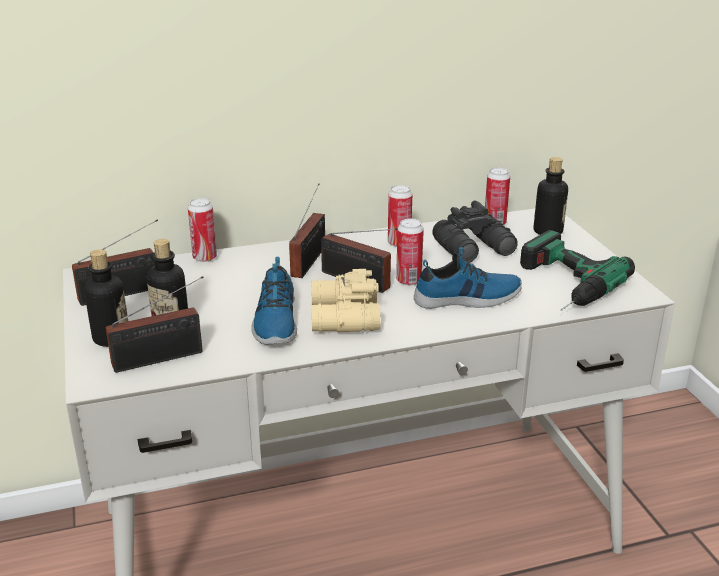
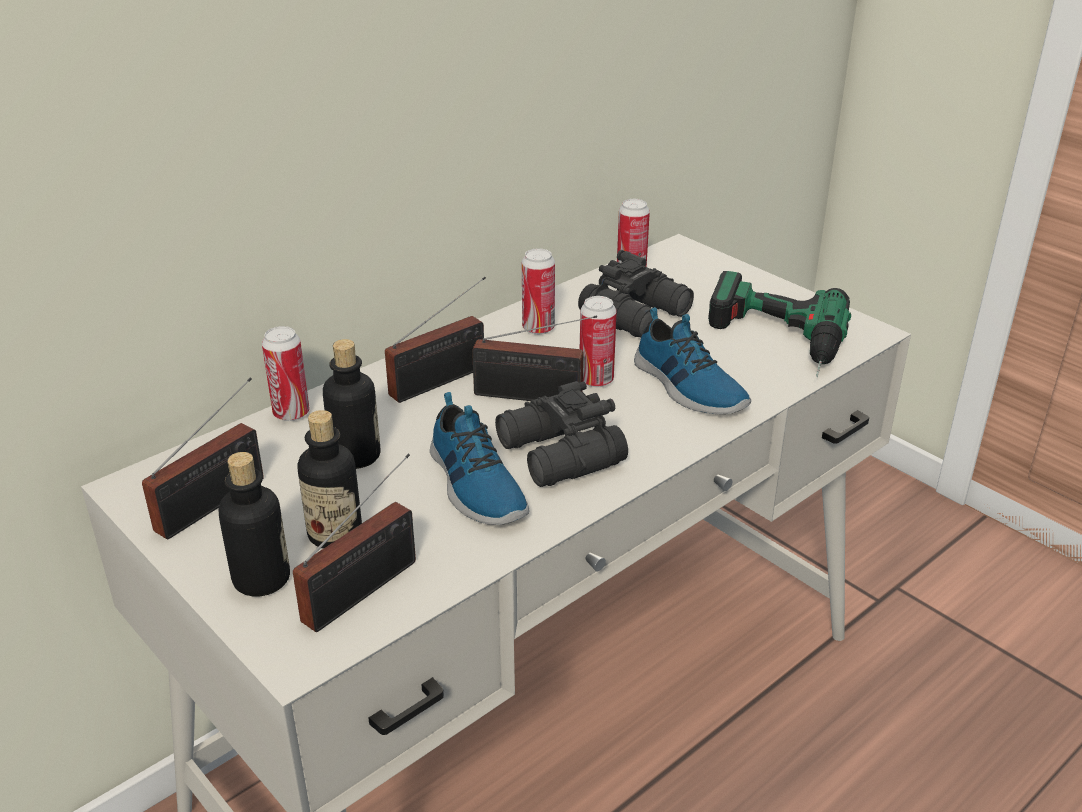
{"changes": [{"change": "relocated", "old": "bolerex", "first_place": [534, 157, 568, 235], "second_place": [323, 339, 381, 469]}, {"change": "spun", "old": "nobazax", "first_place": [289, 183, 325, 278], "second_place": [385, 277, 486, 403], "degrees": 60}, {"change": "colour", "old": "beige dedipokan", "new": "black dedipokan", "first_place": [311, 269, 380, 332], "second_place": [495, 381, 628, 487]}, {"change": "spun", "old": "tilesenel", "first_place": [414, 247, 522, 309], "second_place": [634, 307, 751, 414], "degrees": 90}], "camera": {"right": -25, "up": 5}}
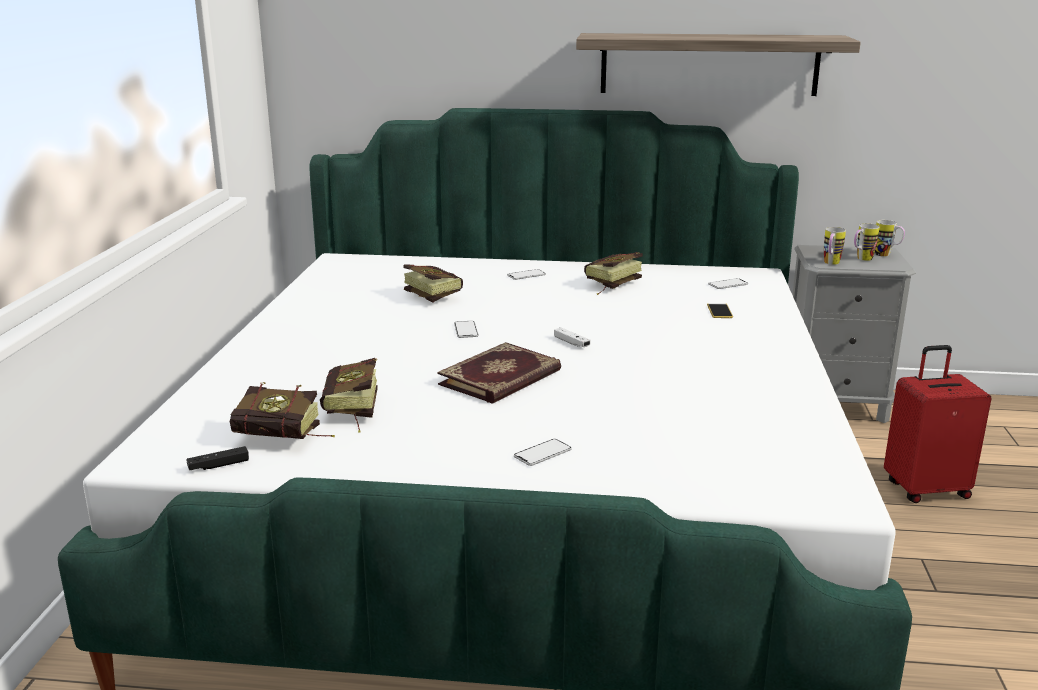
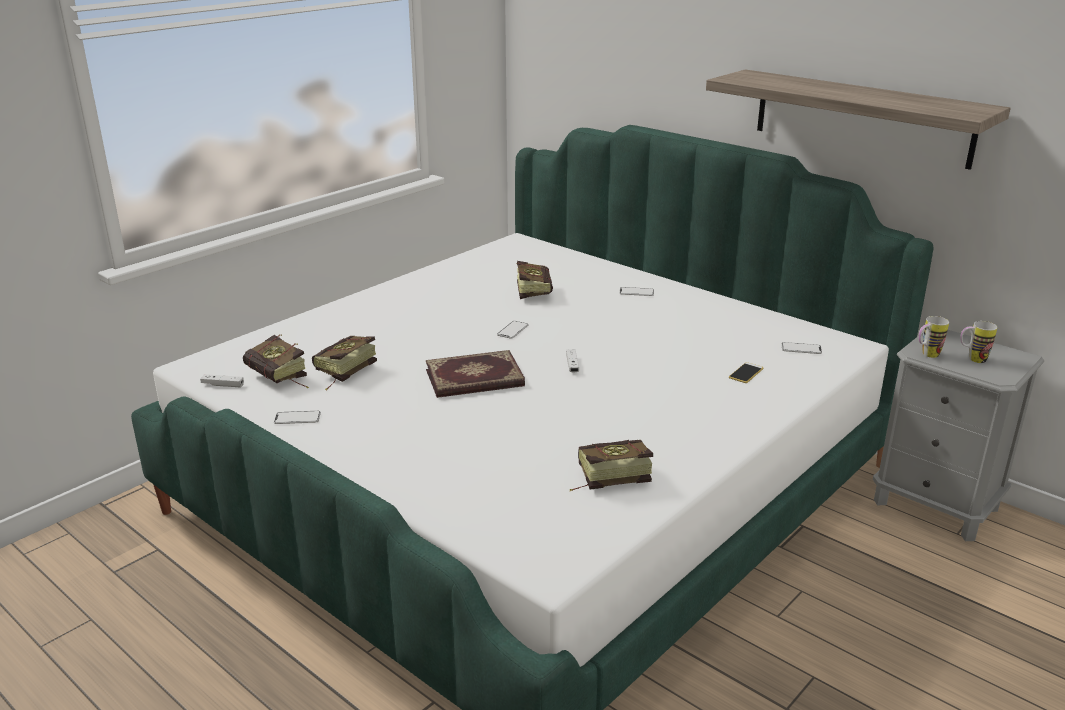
{"changes": [{"change": "colour", "old": "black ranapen", "new": "white ranapen", "first_place": [187, 446, 249, 470], "second_place": [200, 374, 244, 387]}, {"change": "relocated", "old": "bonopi", "first_place": [514, 439, 572, 466], "second_place": [274, 411, 321, 424]}, {"change": "relocated", "old": "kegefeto", "first_place": [584, 252, 643, 295], "second_place": [570, 440, 653, 491]}, {"change": "missing", "old": "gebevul", "first_place": [875, 220, 905, 257]}, {"change": "missing", "old": "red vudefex", "first_place": [884, 345, 992, 503]}], "camera": {"right": 35, "up": 5}}
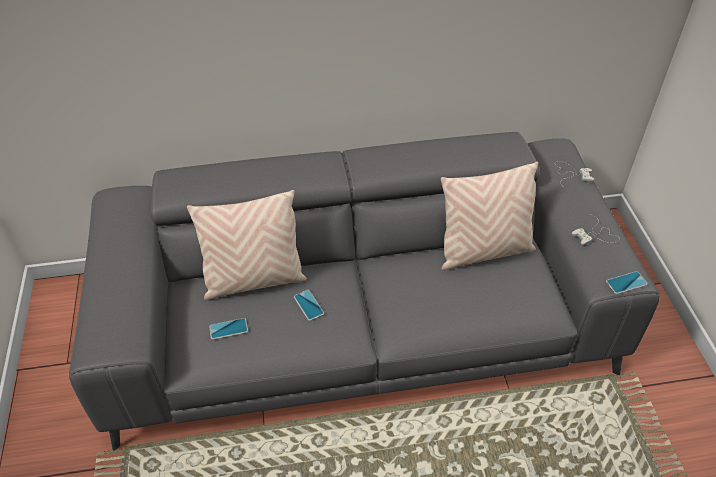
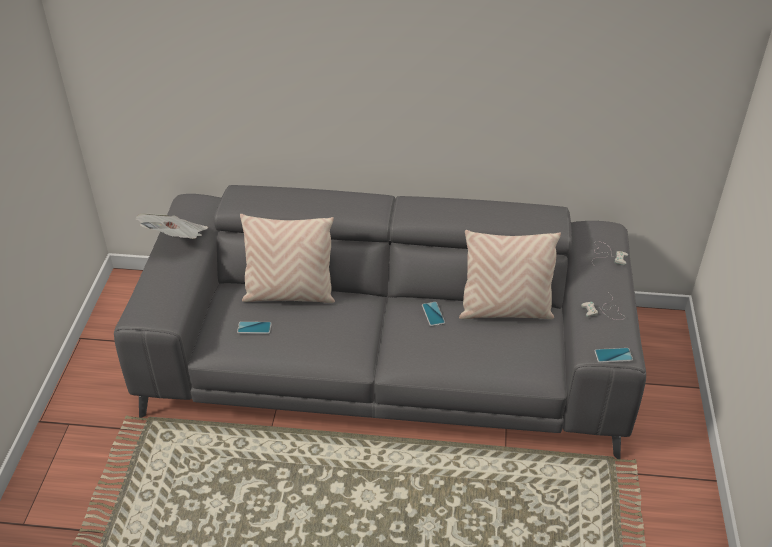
{"changes": [{"change": "appeared", "new": "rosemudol", "second_place": [136, 213, 208, 239]}, {"change": "relocated", "old": "bonopi", "first_place": [294, 290, 324, 321], "second_place": [422, 302, 445, 326]}], "camera": {"right": 15, "up": -5}}
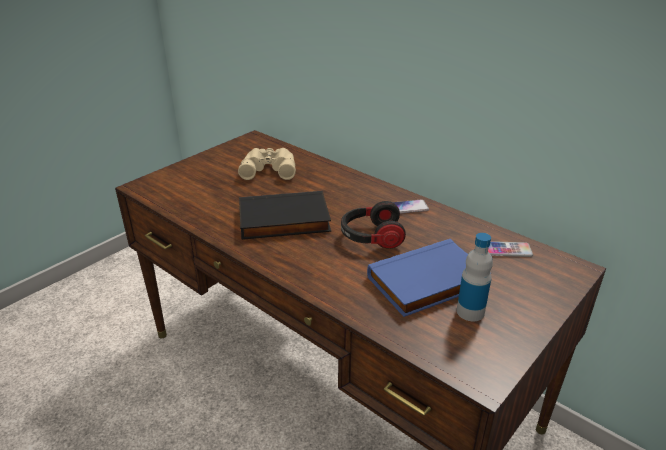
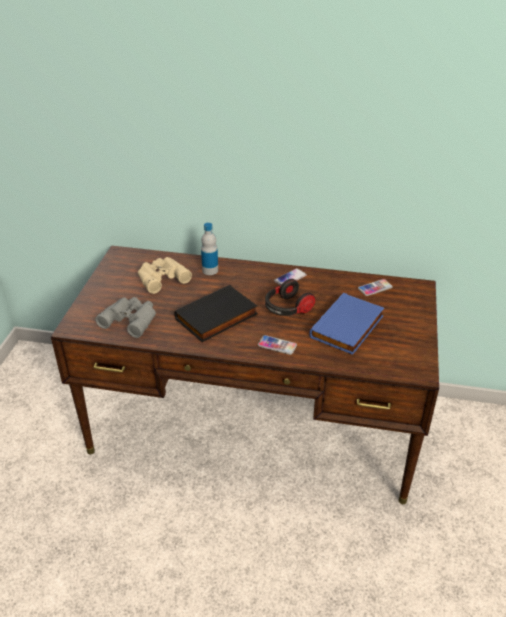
{"changes": [{"change": "appeared", "new": "grey dedipokan", "second_place": [95, 297, 156, 338]}, {"change": "relocated", "old": "bolerex", "first_place": [457, 233, 493, 321], "second_place": [201, 223, 218, 275]}, {"change": "appeared", "new": "bonopi", "second_place": [258, 335, 297, 355]}], "camera": {"right": -30, "up": 5}}
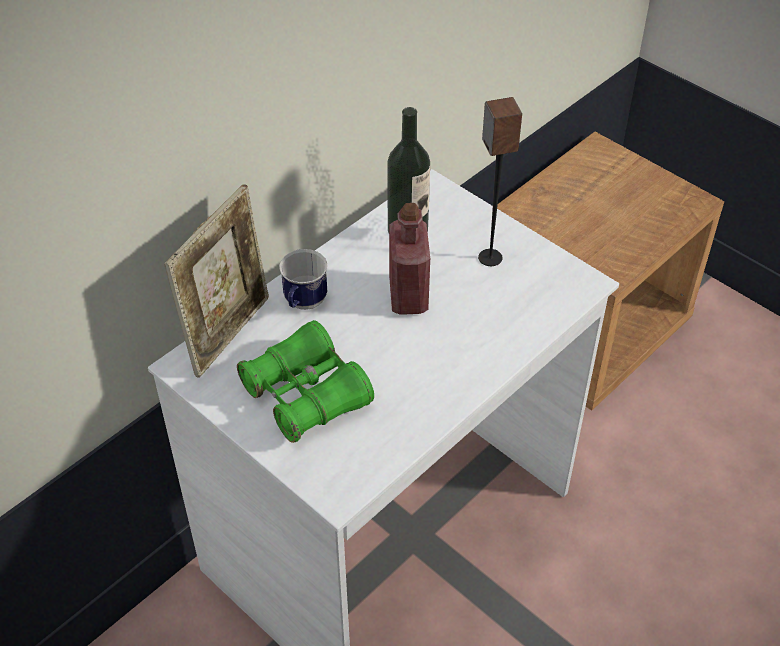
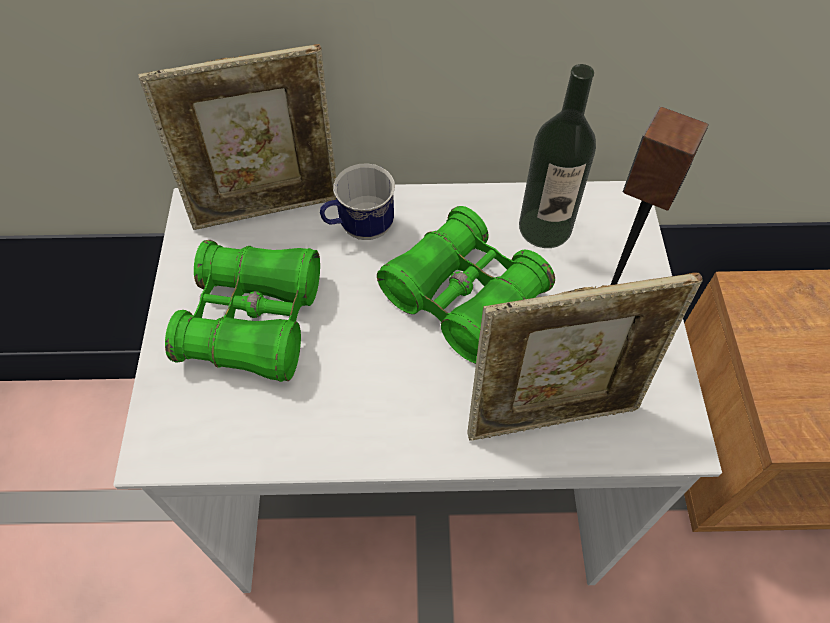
{"changes": [{"change": "exchanged", "old": "red bolerex", "new": "green dedipokan", "first_place": [389, 203, 430, 315], "second_place": [377, 206, 555, 364]}, {"change": "appeared", "new": "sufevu", "second_place": [467, 273, 703, 440]}], "camera": {"right": 45, "up": 10}}
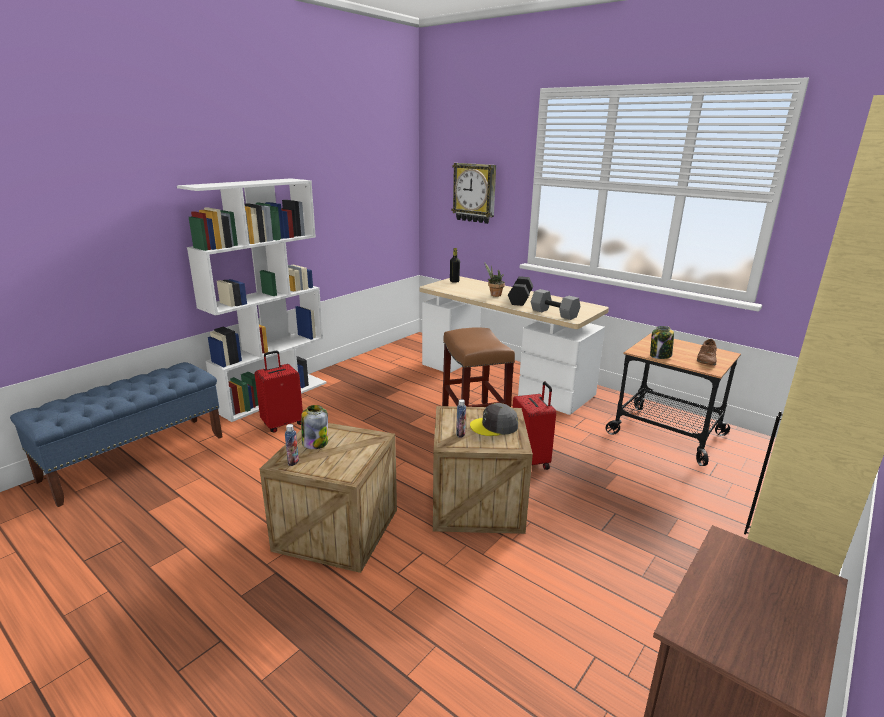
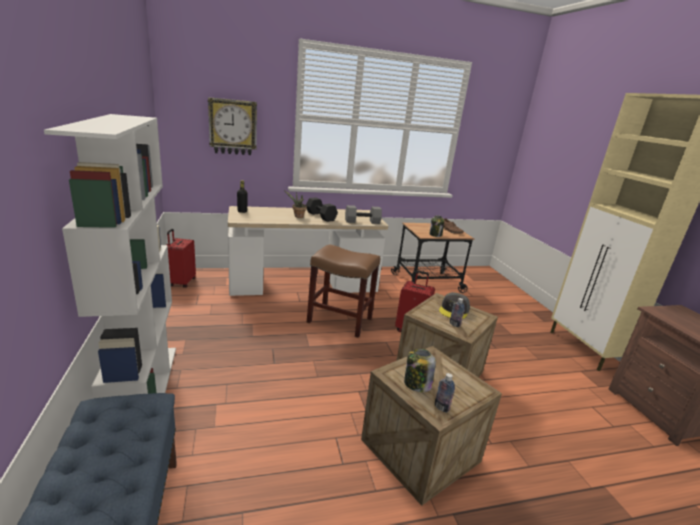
{"changes": [{"change": "relocated", "old": "red vudefex", "first_place": [254, 351, 303, 433], "second_place": [167, 229, 196, 288]}], "camera": {"right": -55, "up": 0}}
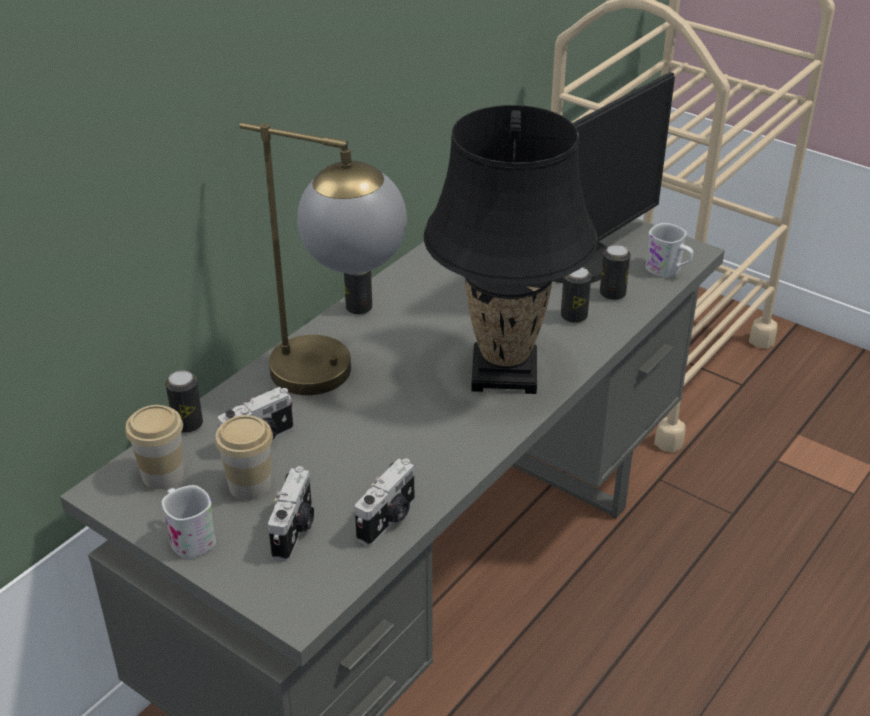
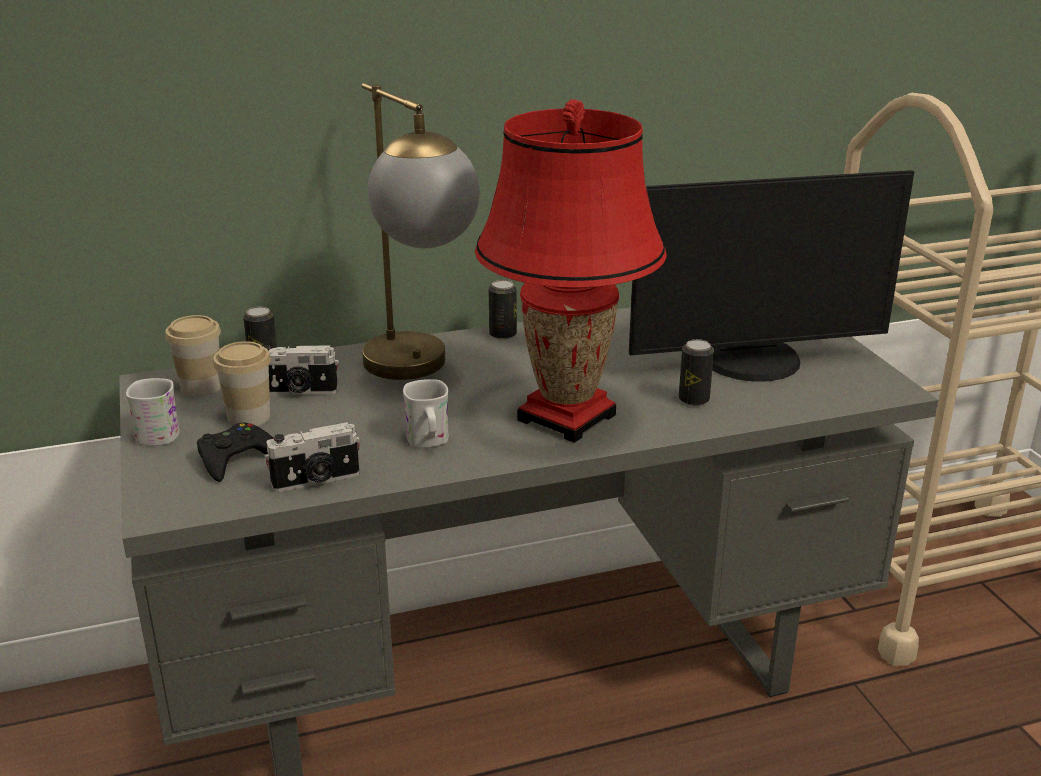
{"changes": [{"change": "exchanged", "old": "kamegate", "new": "black ranapen", "first_place": [268, 466, 314, 562], "second_place": [197, 422, 274, 482]}, {"change": "relocated", "old": "white gebevul", "first_place": [645, 223, 694, 278], "second_place": [403, 379, 449, 448]}, {"change": "colour", "old": "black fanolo", "new": "red fanolo", "first_place": [424, 105, 598, 394], "second_place": [475, 99, 667, 443]}, {"change": "missing", "old": "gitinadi", "first_place": [600, 244, 631, 300]}], "camera": {"right": 35, "up": -10}}
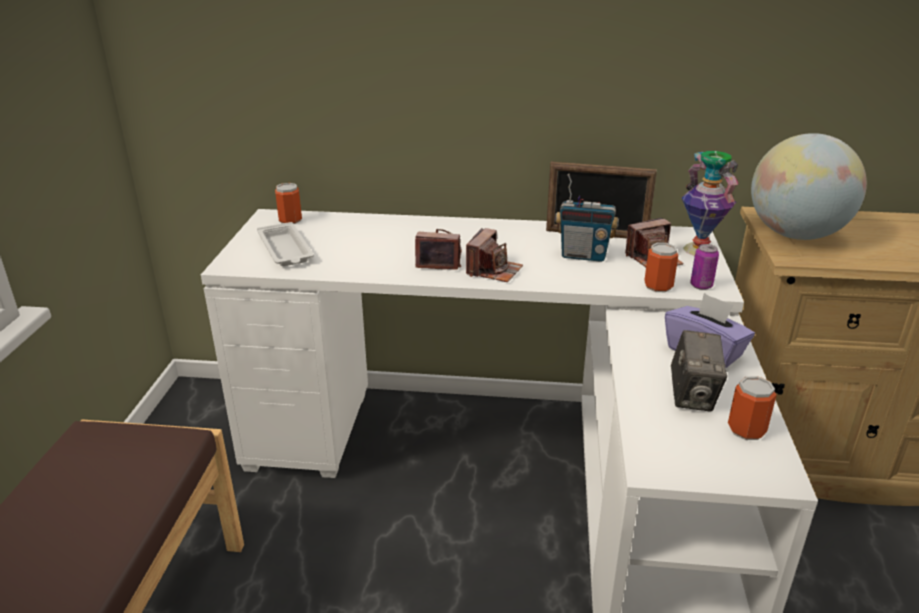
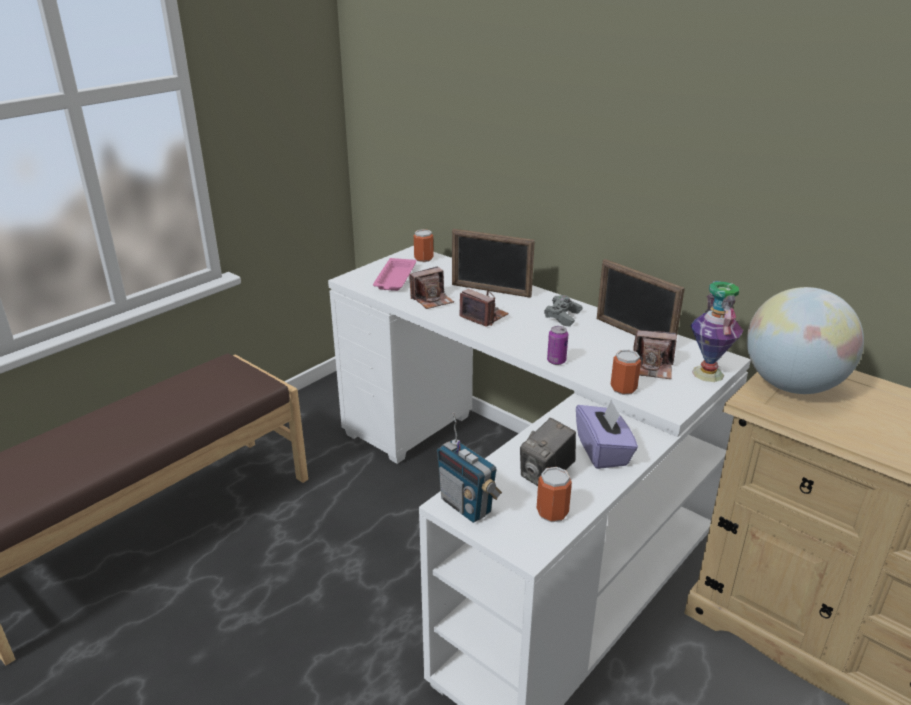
{"changes": [{"change": "colour", "old": "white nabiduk", "new": "pink nabiduk", "first_place": [257, 222, 314, 266], "second_place": [373, 258, 416, 291]}, {"change": "relocated", "old": "kamegate", "first_place": [466, 228, 523, 282], "second_place": [409, 266, 454, 309]}, {"change": "relocated", "old": "nobazax", "first_place": [555, 174, 619, 262], "second_place": [437, 412, 502, 523]}, {"change": "appeared", "new": "sufevu", "second_place": [452, 229, 535, 298]}, {"change": "appeared", "new": "grey ranapen", "second_place": [544, 295, 583, 327]}, {"change": "relocated", "old": "gitinadi", "first_place": [690, 244, 719, 290], "second_place": [547, 326, 568, 365]}], "camera": {"right": 35, "up": 0}}
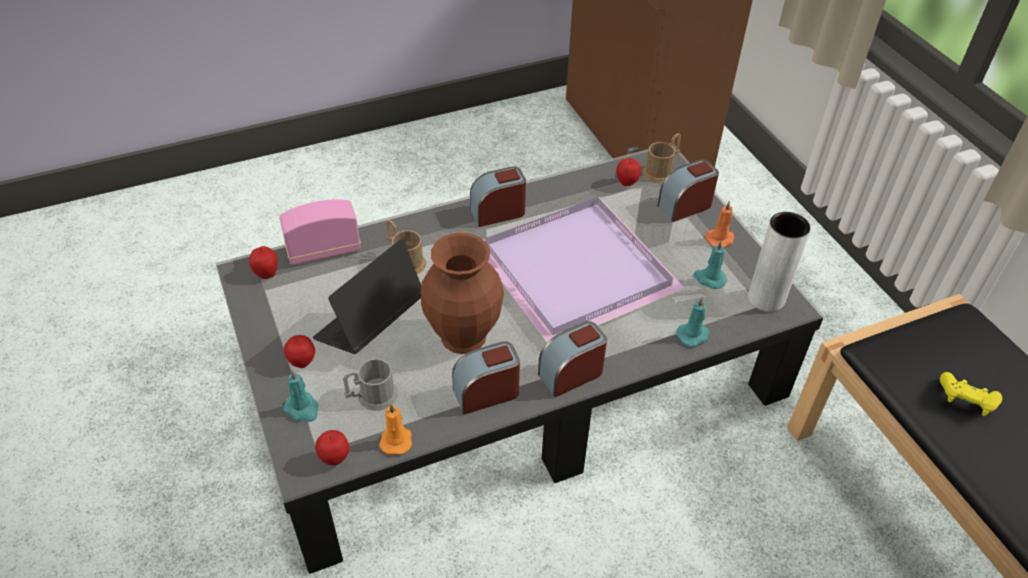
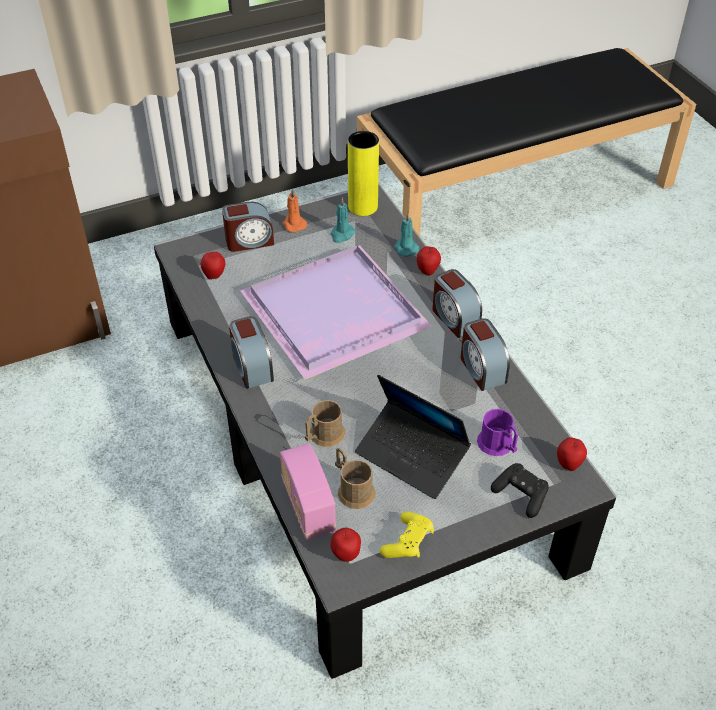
{"changes": [{"change": "spun", "old": "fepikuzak", "first_place": [657, 159, 719, 222], "second_place": [222, 202, 274, 252], "degrees": -75}, {"change": "relocated", "old": "brown gebevul", "first_place": [642, 133, 681, 183], "second_place": [335, 448, 376, 509]}, {"change": "colour", "old": "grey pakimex", "new": "yellow pakimex", "first_place": [748, 212, 811, 312], "second_place": [348, 131, 379, 216]}, {"change": "relocated", "old": "yellow ranapen", "first_place": [940, 372, 1002, 416], "second_place": [380, 512, 434, 558]}, {"change": "relocated", "old": "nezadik", "first_place": [284, 335, 315, 368], "second_place": [417, 246, 441, 275]}, {"change": "colour", "old": "grey gebevul", "new": "purple gebevul", "first_place": [343, 359, 398, 411], "second_place": [477, 409, 518, 456]}, {"change": "exchanged", "old": "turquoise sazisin", "new": "black ranapen", "first_place": [284, 370, 318, 422], "second_place": [491, 463, 549, 518]}, {"change": "missing", "old": "orange sazisin", "first_place": [379, 403, 412, 454]}, {"change": "missing", "old": "brown pakimex", "first_place": [421, 233, 504, 354]}], "camera": {"right": -90, "up": 0}}
